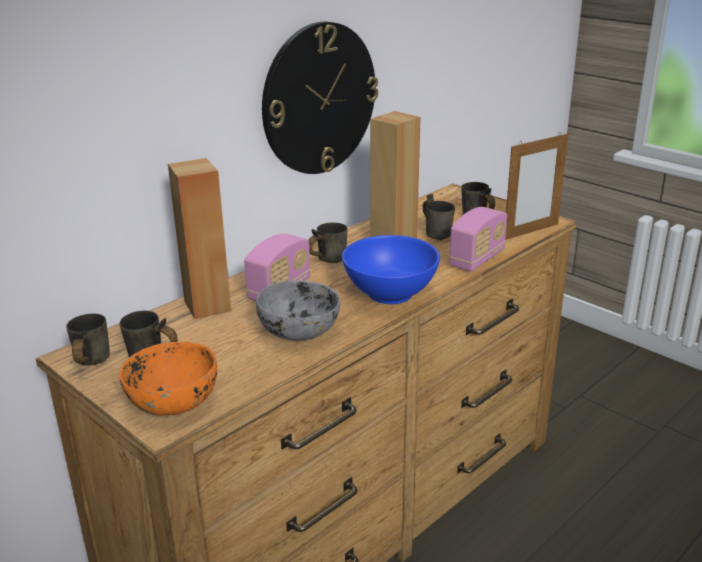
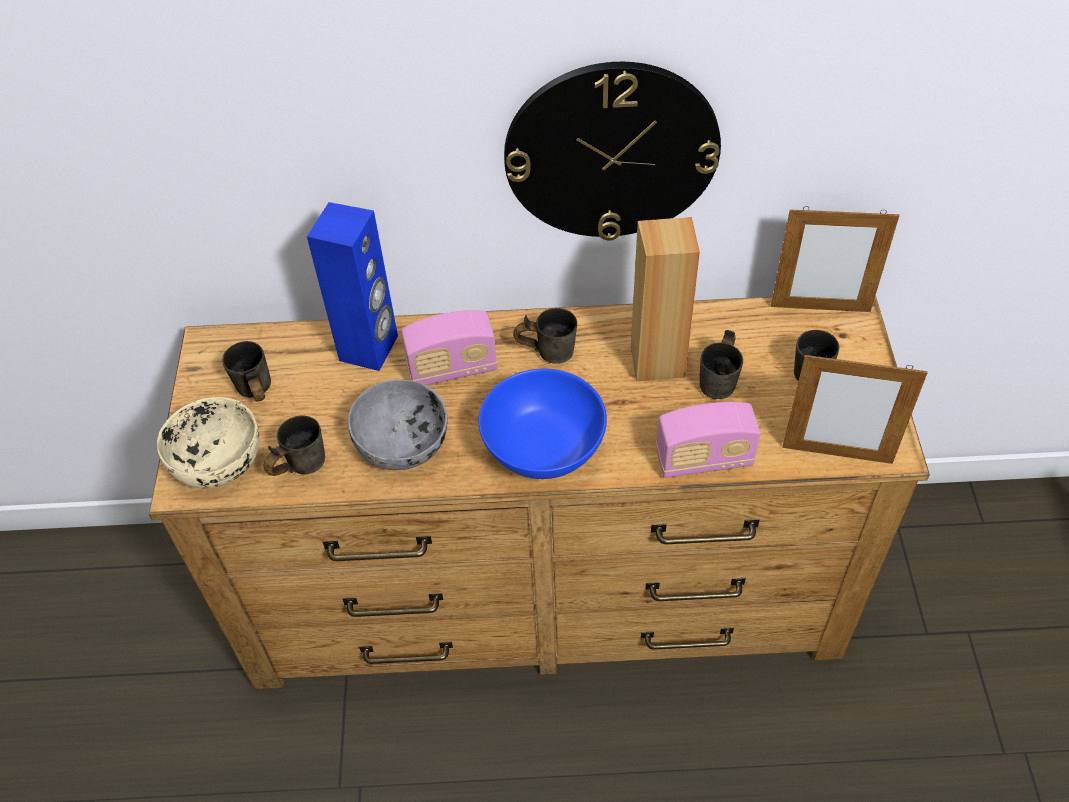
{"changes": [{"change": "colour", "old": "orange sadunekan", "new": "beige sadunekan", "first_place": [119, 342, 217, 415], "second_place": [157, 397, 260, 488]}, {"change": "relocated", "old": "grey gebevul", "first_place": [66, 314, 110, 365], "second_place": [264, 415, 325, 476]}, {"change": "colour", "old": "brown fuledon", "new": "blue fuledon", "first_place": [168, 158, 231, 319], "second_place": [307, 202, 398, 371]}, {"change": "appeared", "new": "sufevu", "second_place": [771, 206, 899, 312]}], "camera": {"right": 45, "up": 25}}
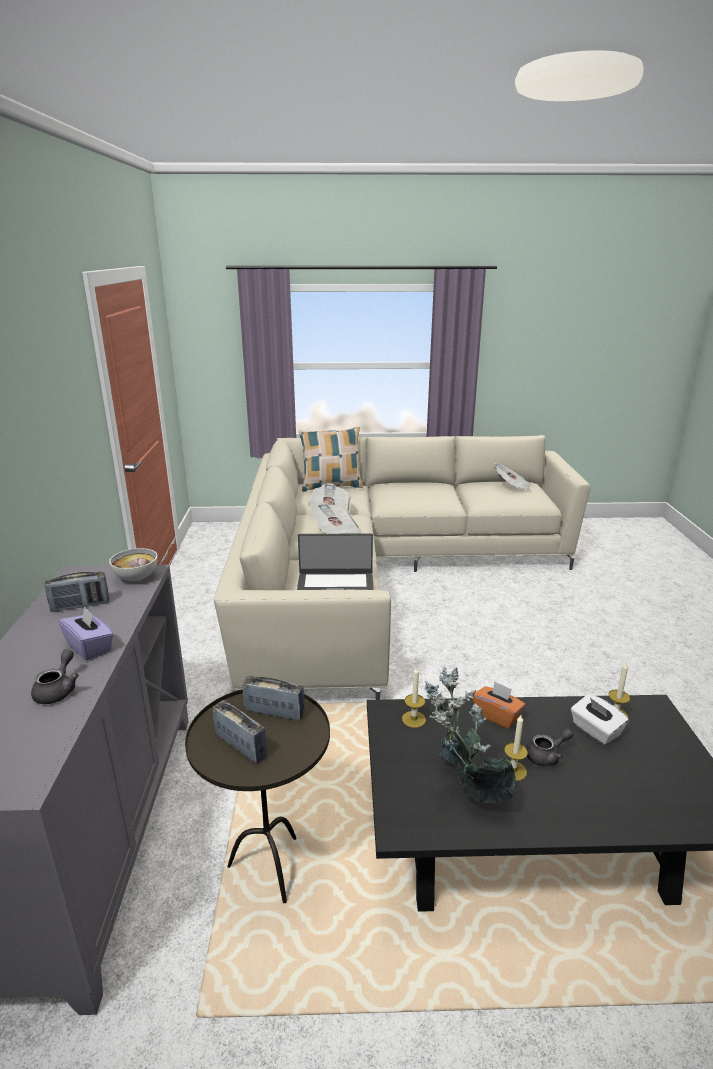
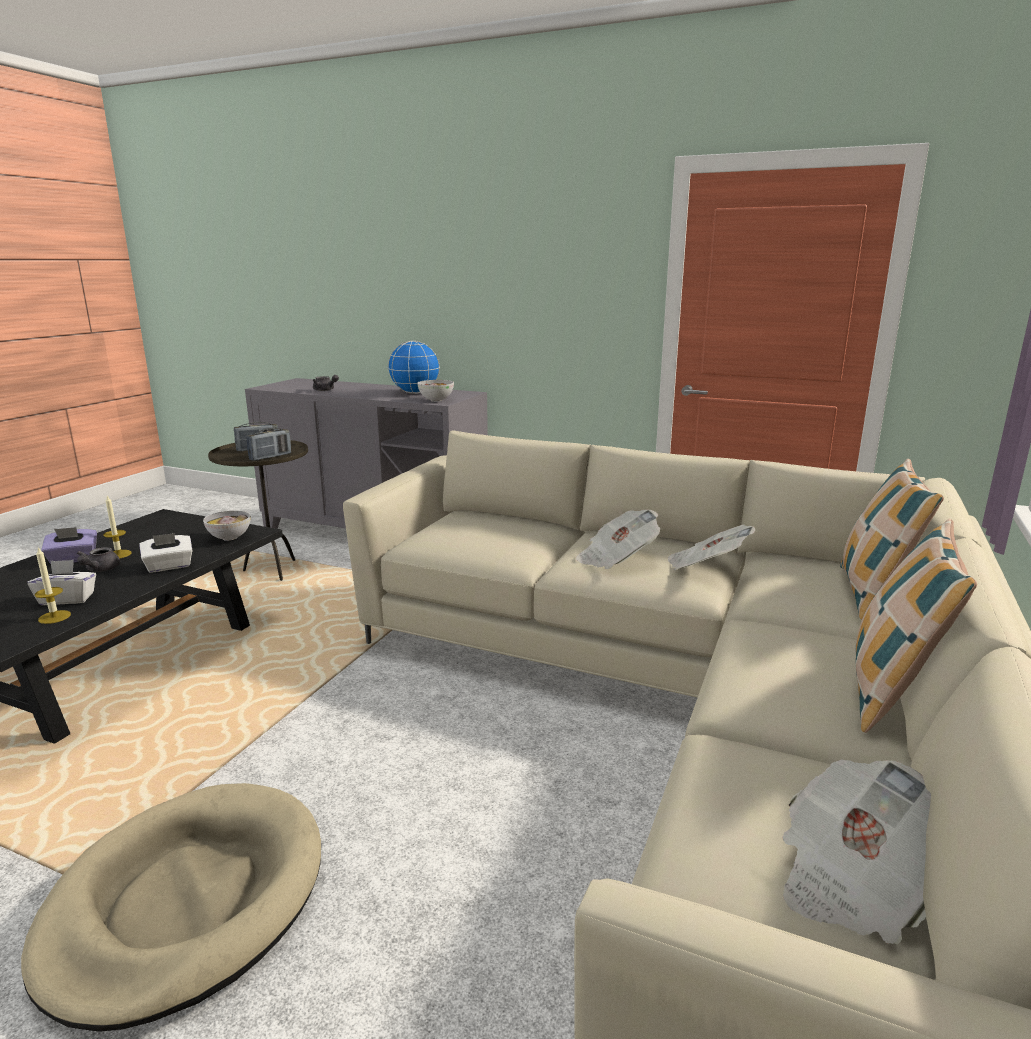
{"changes": [{"change": "appeared", "new": "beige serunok", "second_place": [21, 783, 321, 1032]}, {"change": "relocated", "old": "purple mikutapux", "first_place": [59, 606, 114, 660], "second_place": [41, 527, 97, 564]}, {"change": "colour", "old": "orange mikutapux", "new": "white mikutapux", "first_place": [473, 681, 526, 729], "second_place": [139, 533, 193, 573]}, {"change": "exchanged", "old": "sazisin", "new": "sadunekan", "first_place": [402, 666, 426, 728], "second_place": [203, 510, 251, 541]}, {"change": "exchanged", "old": "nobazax", "new": "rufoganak", "first_place": [45, 572, 109, 612], "second_place": [388, 341, 440, 394]}, {"change": "appeared", "new": "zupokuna", "second_place": [856, 519, 977, 733]}, {"change": "missing", "old": "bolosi", "first_place": [297, 533, 374, 590]}, {"change": "missing", "old": "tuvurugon", "first_place": [425, 667, 516, 803]}], "camera": {"right": 115, "up": -5}}
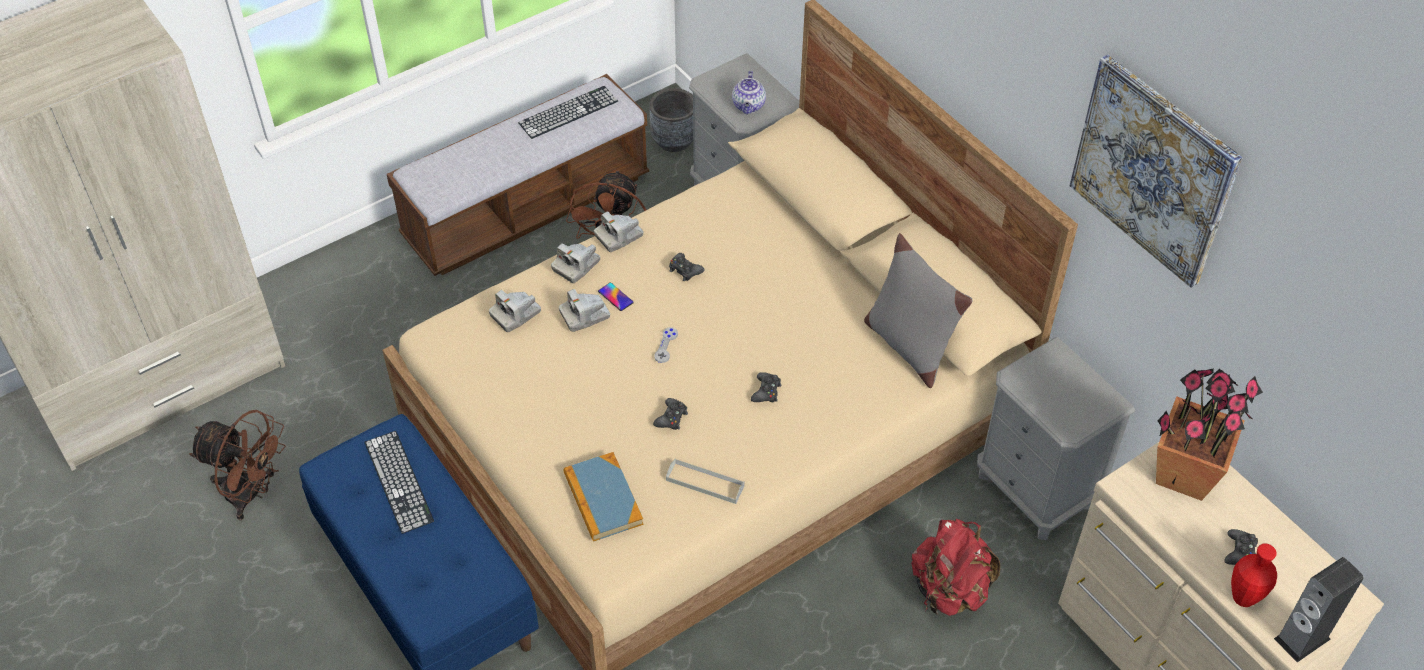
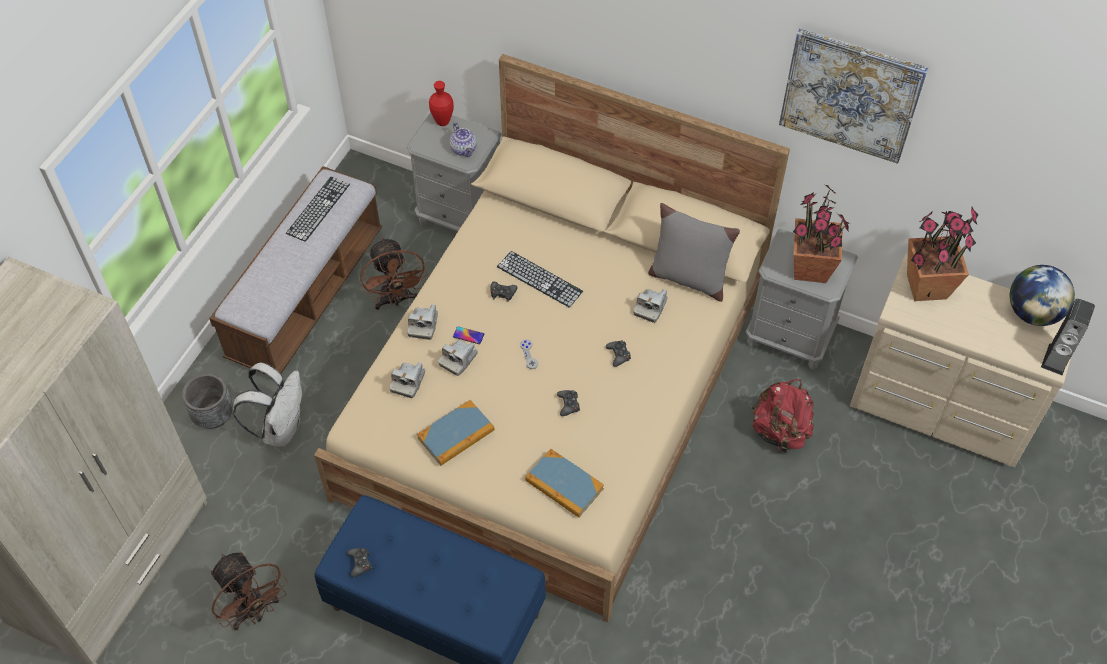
{"changes": [{"change": "relocated", "old": "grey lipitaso", "first_place": [650, 88, 693, 152], "second_place": [182, 373, 233, 429]}, {"change": "spun", "old": "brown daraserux", "first_place": [189, 410, 286, 520], "second_place": [211, 552, 288, 631], "degrees": 60}, {"change": "appeared", "new": "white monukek", "second_place": [233, 362, 302, 447]}, {"change": "relocated", "old": "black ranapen", "first_place": [1224, 529, 1258, 565], "second_place": [347, 548, 372, 577]}, {"change": "appeared", "new": "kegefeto", "second_place": [417, 400, 495, 466]}, {"change": "relocated", "old": "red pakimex", "first_place": [1231, 544, 1277, 607], "second_place": [429, 81, 454, 126]}, {"change": "relocated", "old": "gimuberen", "first_place": [364, 431, 434, 534], "second_place": [497, 251, 583, 308]}, {"change": "relocated", "old": "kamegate", "first_place": [594, 211, 644, 252], "second_place": [634, 289, 668, 323]}, {"change": "appeared", "new": "tuvurugon", "second_place": [793, 184, 850, 283]}, {"change": "appeared", "new": "rufoganak", "second_place": [1010, 265, 1075, 326]}, {"change": "missing", "old": "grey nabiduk", "first_place": [666, 459, 745, 504]}], "camera": {"right": -30, "up": 5}}
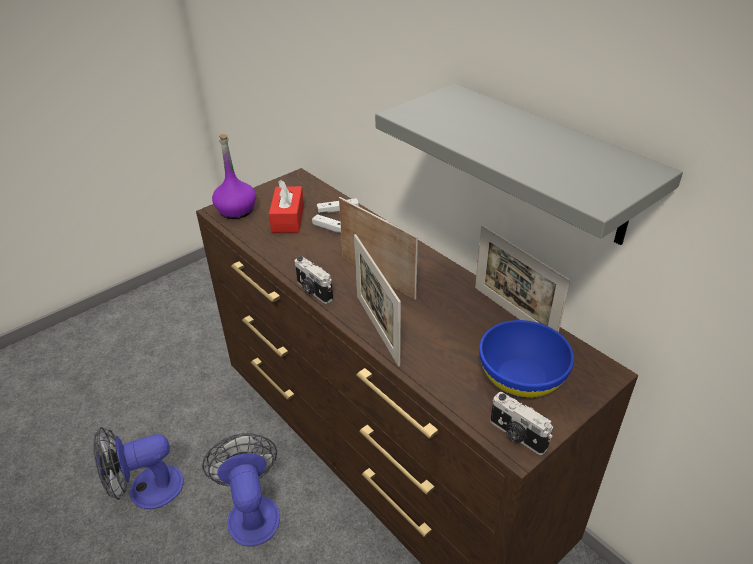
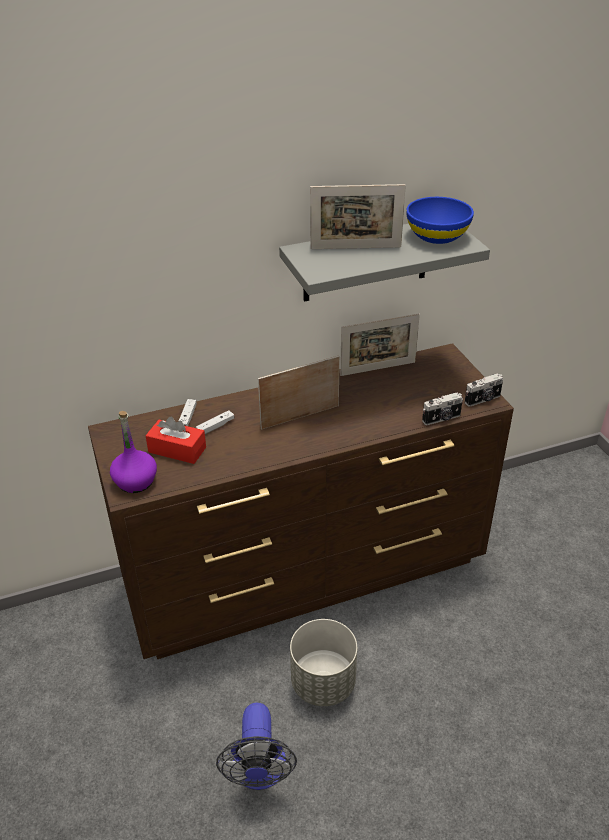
{"changes": [{"change": "exchanged", "old": "daraserux", "new": "grey lipitaso", "first_place": [202, 433, 280, 547], "second_place": [290, 619, 357, 706]}, {"change": "relocated", "old": "sufevu", "first_place": [354, 234, 401, 366], "second_place": [310, 184, 406, 249]}, {"change": "relocated", "old": "blue sadunekan", "first_place": [479, 320, 574, 398], "second_place": [406, 197, 474, 244]}, {"change": "relocated", "old": "kamegate", "first_place": [295, 256, 333, 304], "second_place": [422, 392, 463, 425]}], "camera": {"right": -70, "up": 0}}
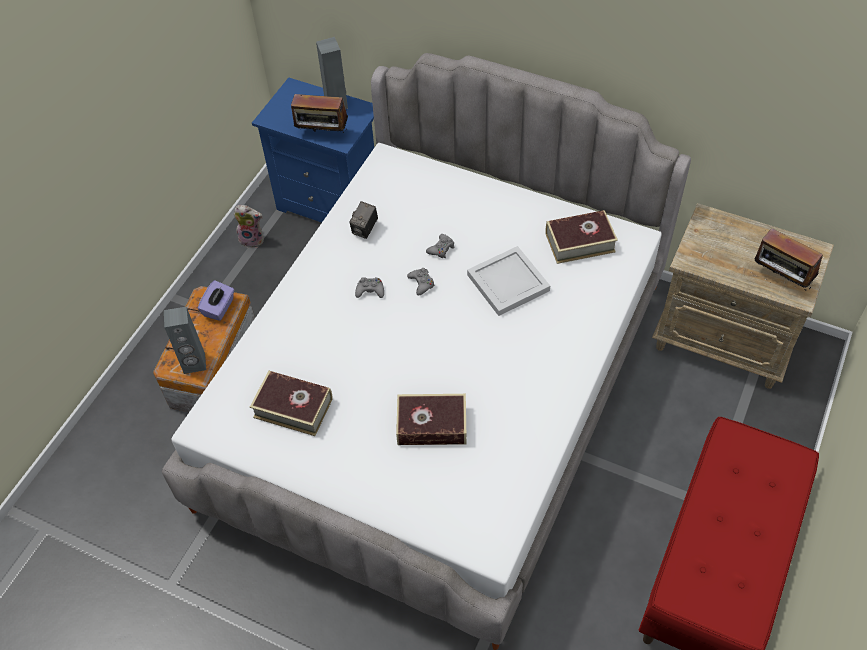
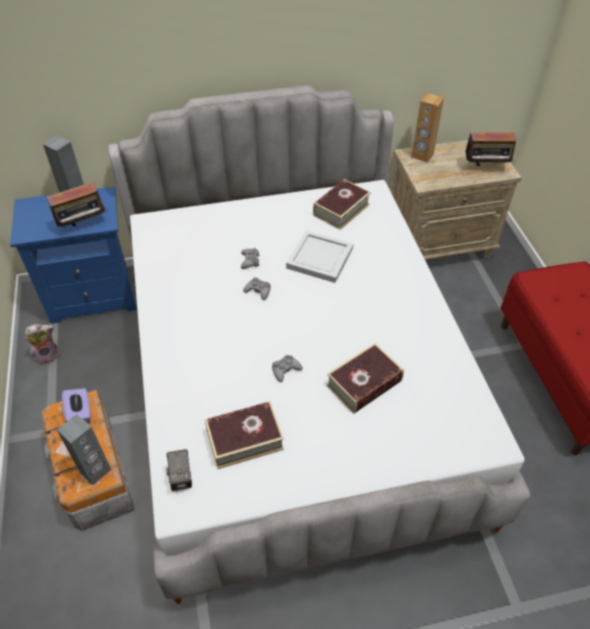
{"changes": [{"change": "relocated", "old": "kamegate", "first_place": [350, 201, 378, 239], "second_place": [166, 449, 192, 492]}, {"change": "relocated", "old": "grey ranapen", "first_place": [355, 277, 384, 298], "second_place": [272, 355, 303, 382]}, {"change": "appeared", "new": "brown fuledon", "second_place": [411, 93, 444, 163]}], "camera": {"right": -40, "up": -5}}
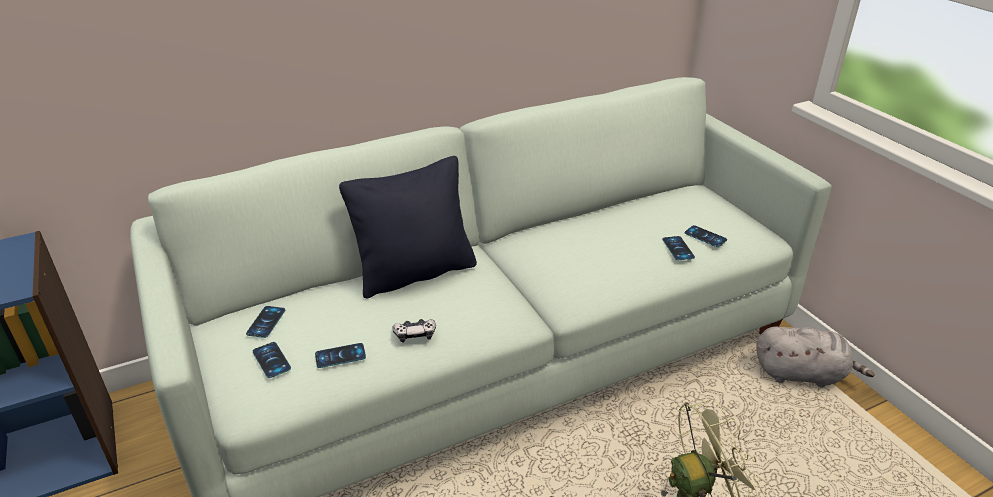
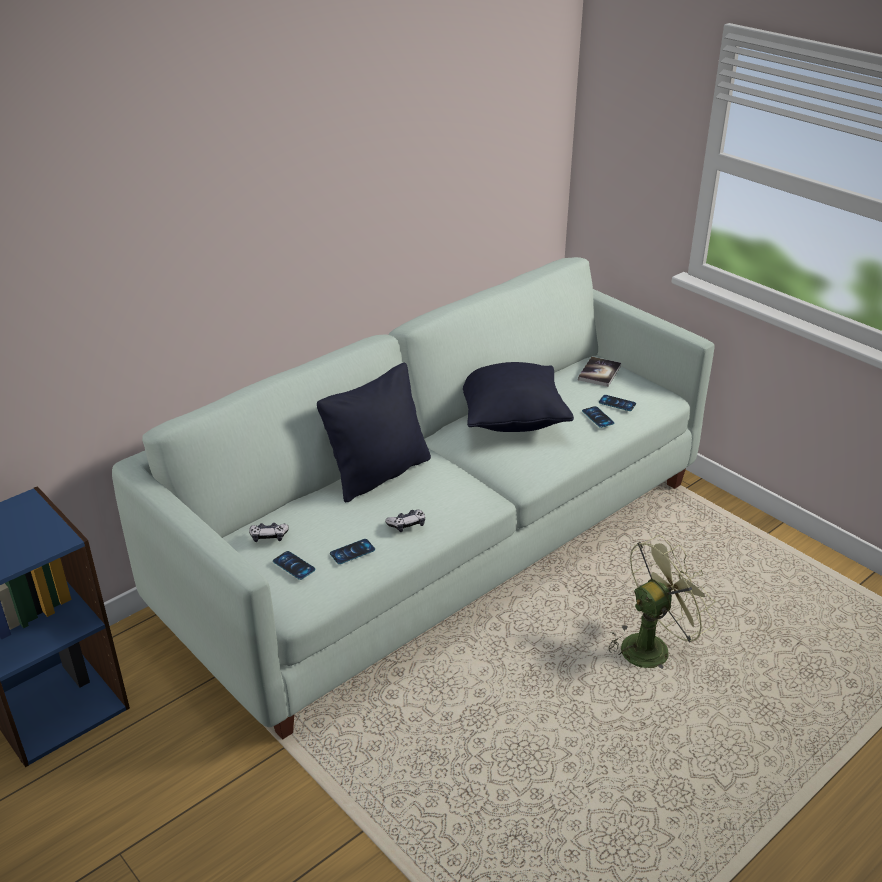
{"changes": [{"change": "exchanged", "old": "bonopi", "new": "ranapen", "first_place": [246, 306, 285, 338], "second_place": [249, 523, 289, 542]}, {"change": "appeared", "new": "black zupokuna", "second_place": [463, 362, 574, 432]}, {"change": "appeared", "new": "kegefeto", "second_place": [578, 357, 621, 387]}, {"change": "missing", "old": "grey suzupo", "first_place": [756, 326, 875, 388]}], "camera": {"right": -15, "up": 0}}
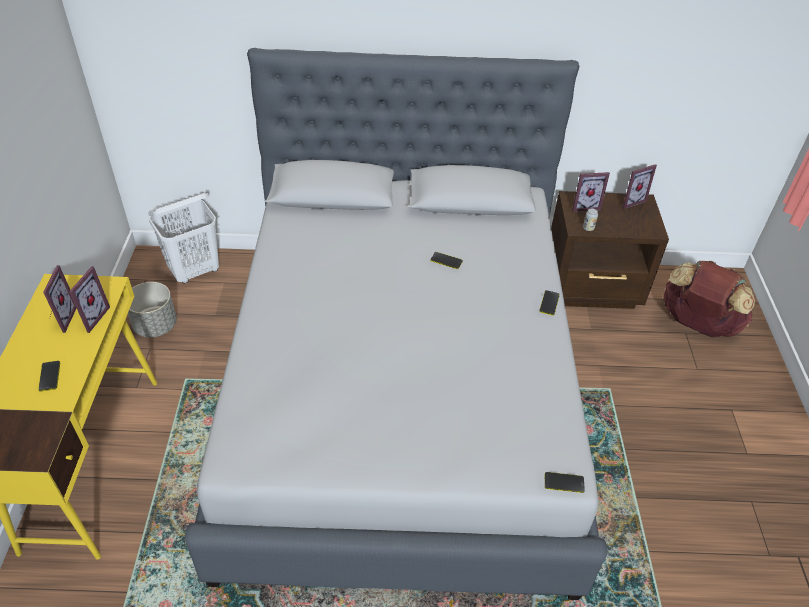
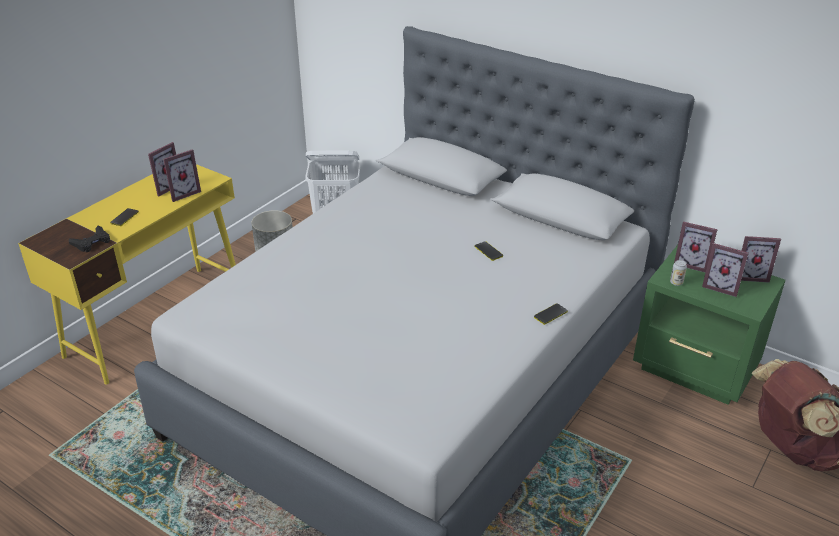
{"changes": [{"change": "appeared", "new": "black ranapen", "second_place": [69, 226, 110, 252]}, {"change": "colour", "old": "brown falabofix", "new": "green falabofix", "first_place": [551, 191, 669, 309], "second_place": [633, 245, 786, 405]}, {"change": "appeared", "new": "sufevu", "second_place": [702, 243, 749, 297]}, {"change": "missing", "old": "bonopi", "first_place": [545, 472, 585, 493]}], "camera": {"right": 35, "up": -10}}
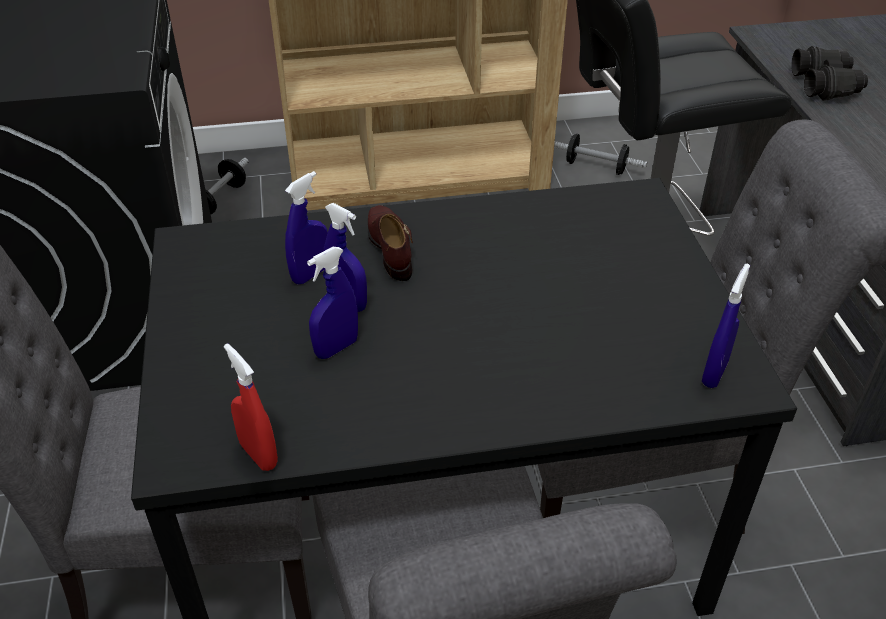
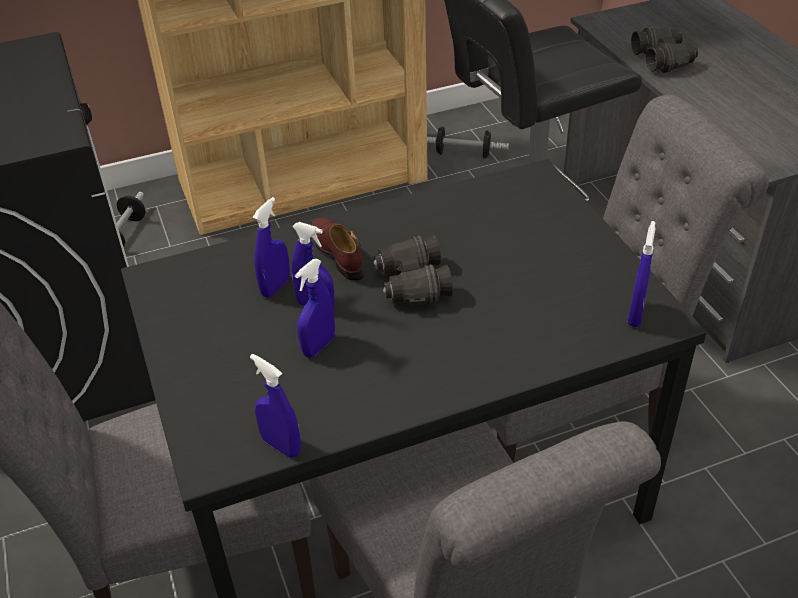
{"changes": [{"change": "colour", "old": "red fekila", "new": "blue fekila", "first_place": [224, 343, 278, 471], "second_place": [250, 354, 301, 458]}, {"change": "appeared", "new": "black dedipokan", "second_place": [374, 235, 453, 306]}], "camera": {"right": -10, "up": 0}}
